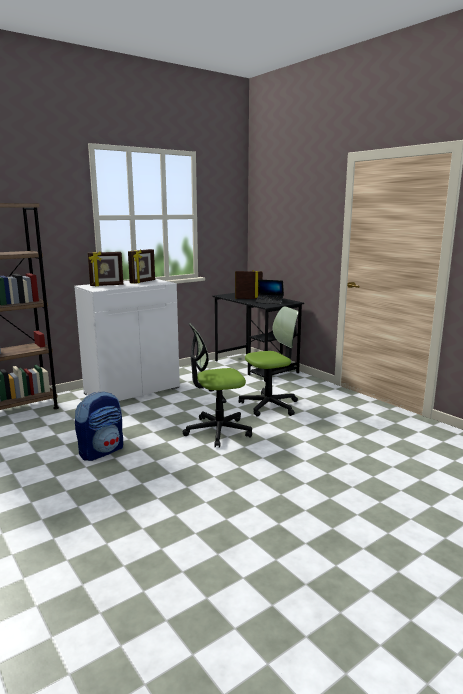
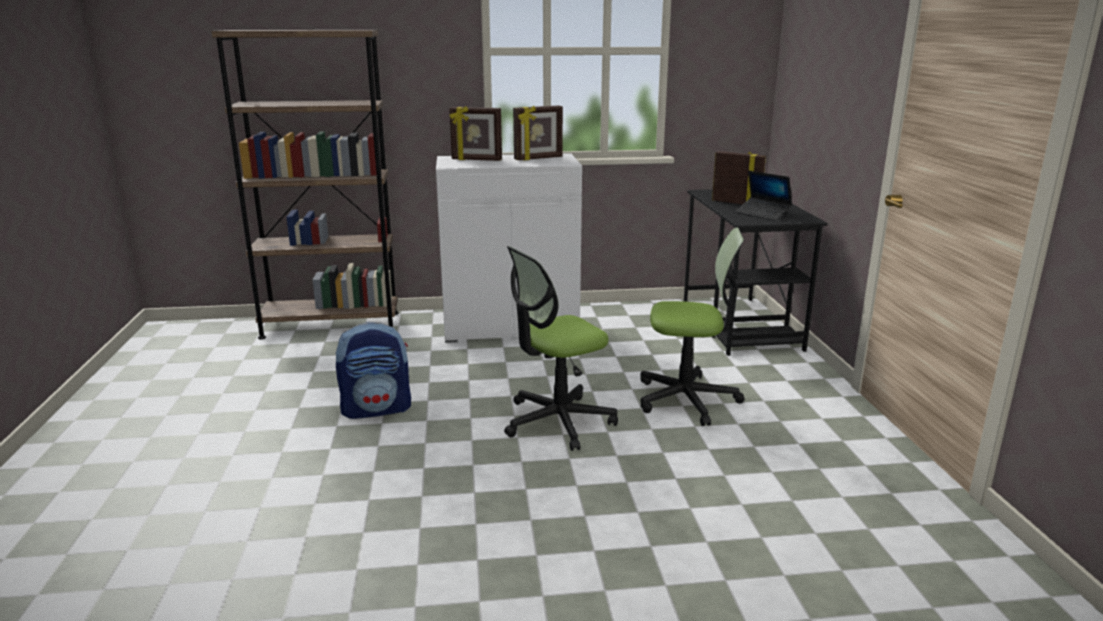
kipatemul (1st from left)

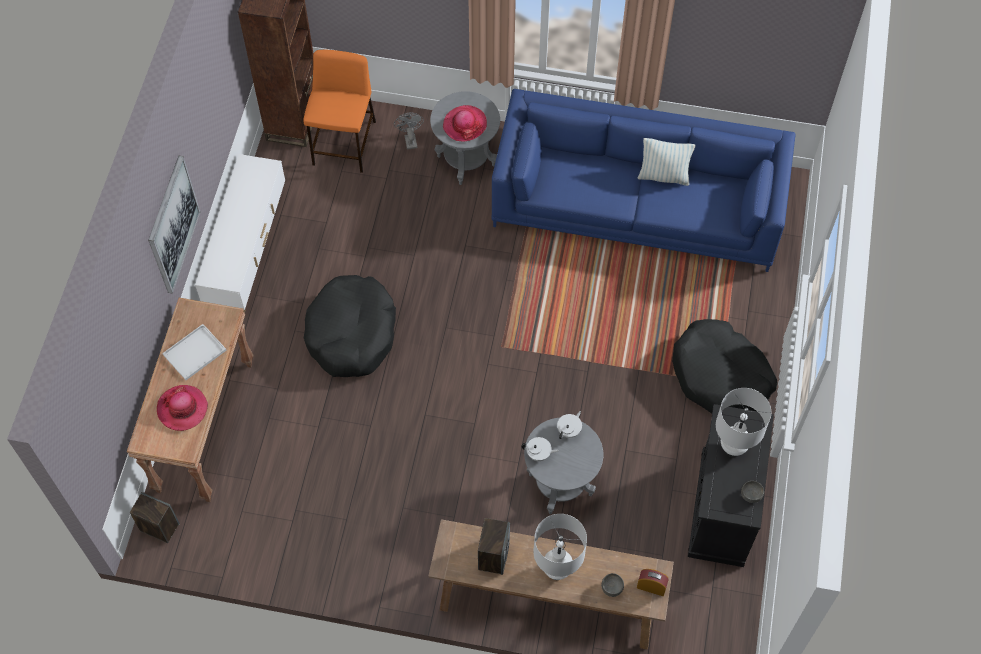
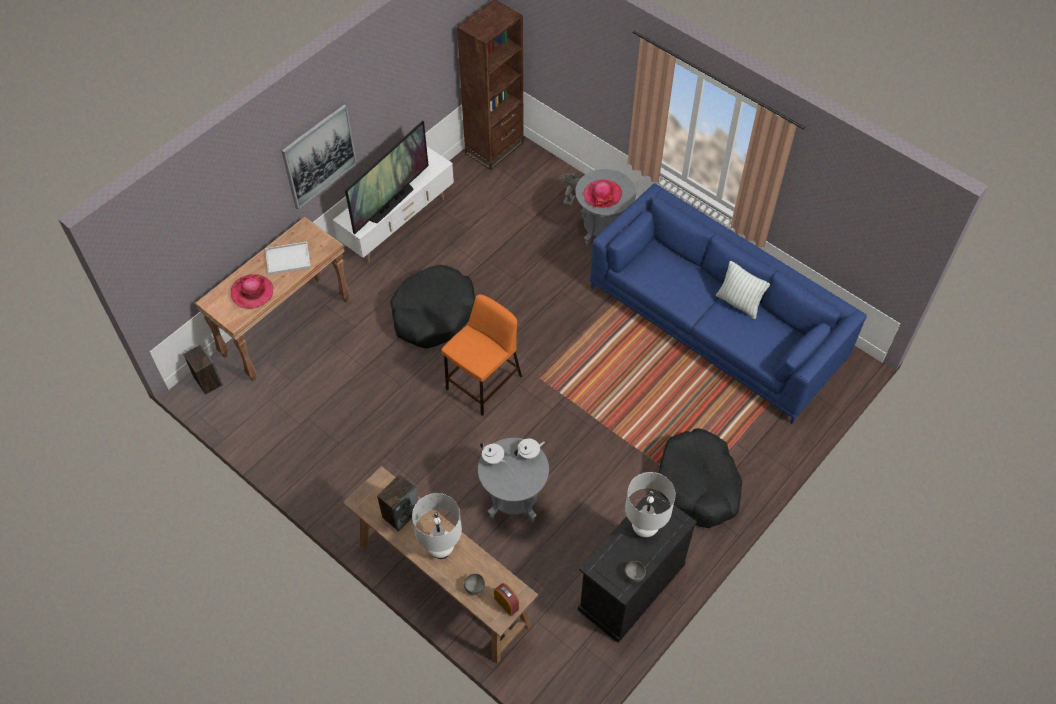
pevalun; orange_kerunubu

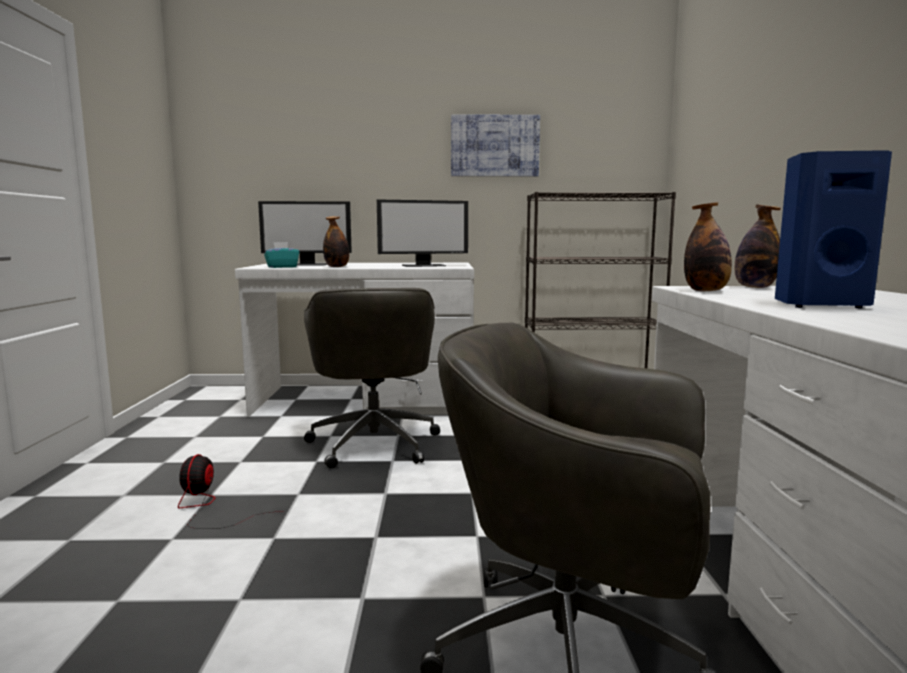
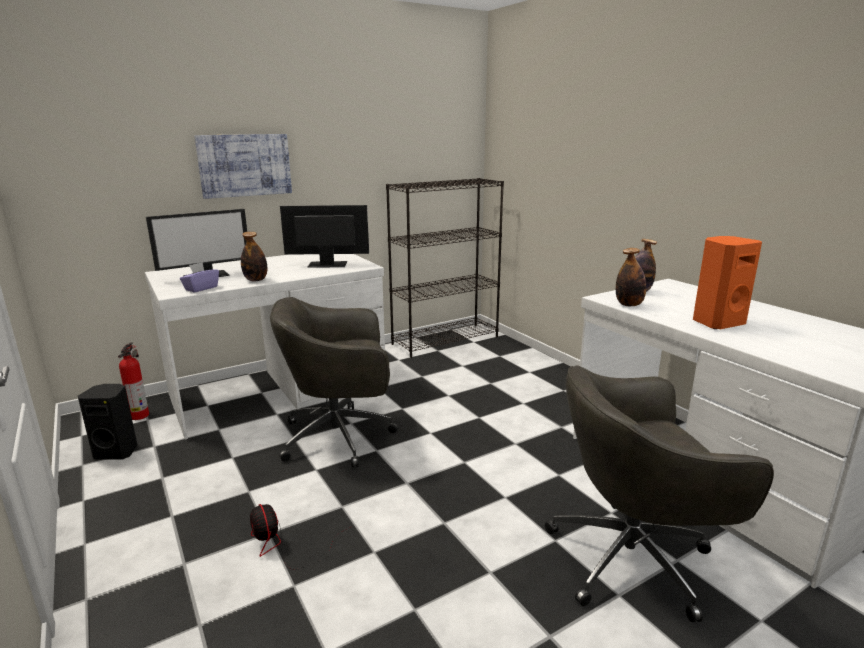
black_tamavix; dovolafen; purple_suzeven; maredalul; grey_kipatemul (1st from left); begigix (2nd from left); orange_tamavix

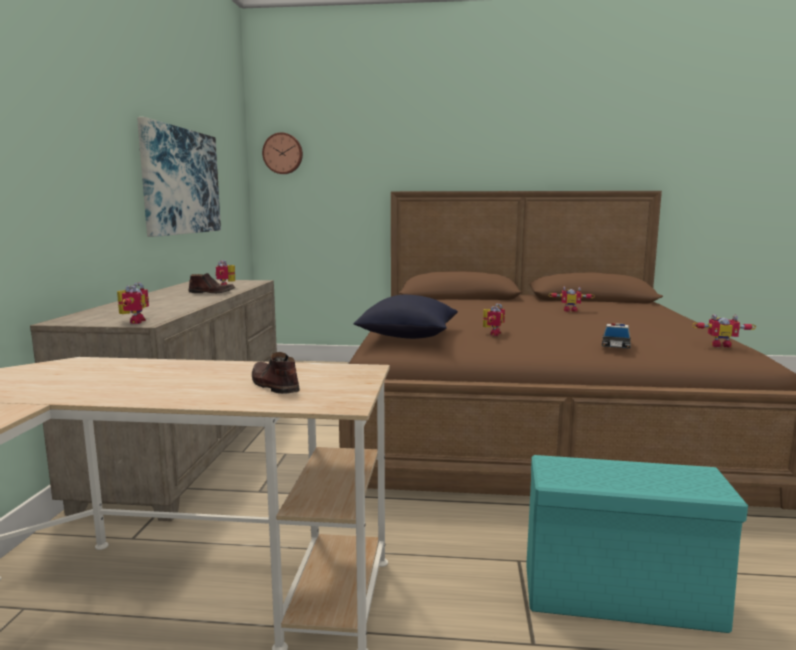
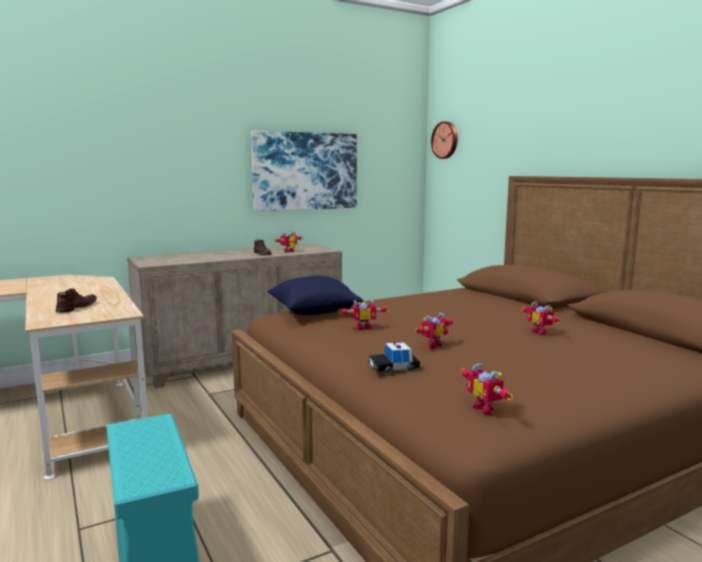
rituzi (3rd from left)

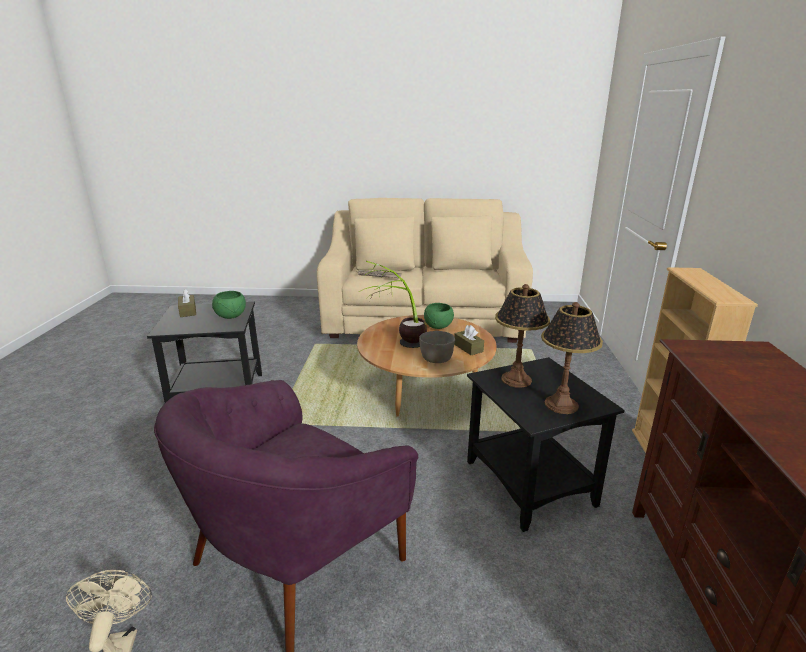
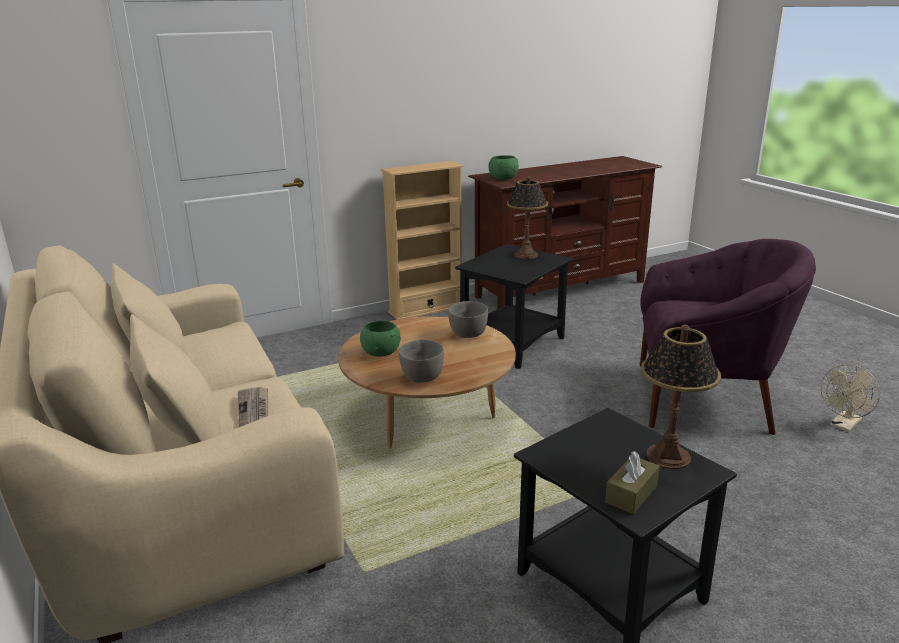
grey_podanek (1st from left); green_podanek (2nd from left); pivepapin (2nd from left); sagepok; brown_suzeven (2nd from left in the first image)

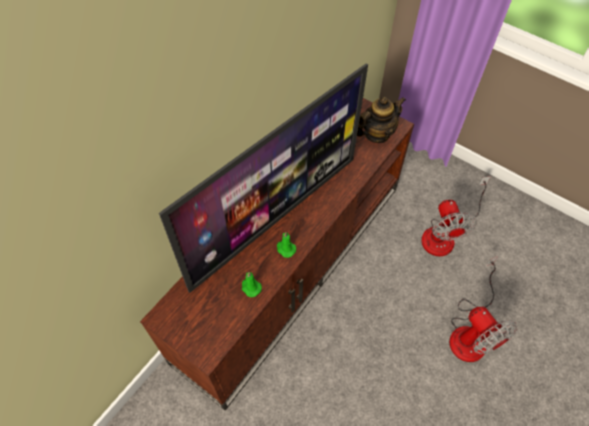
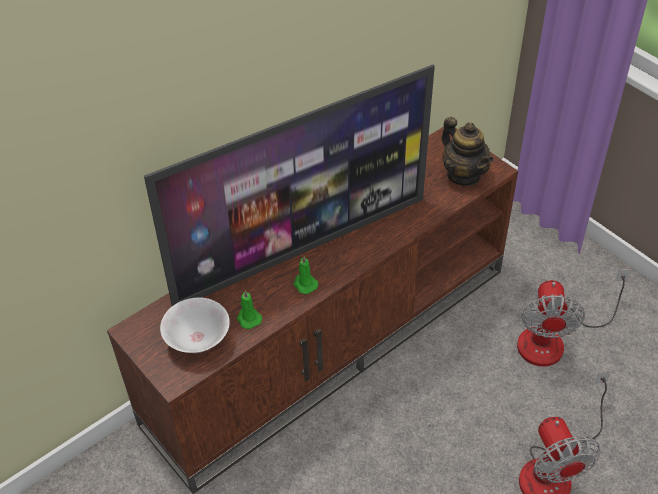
white_podanek; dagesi

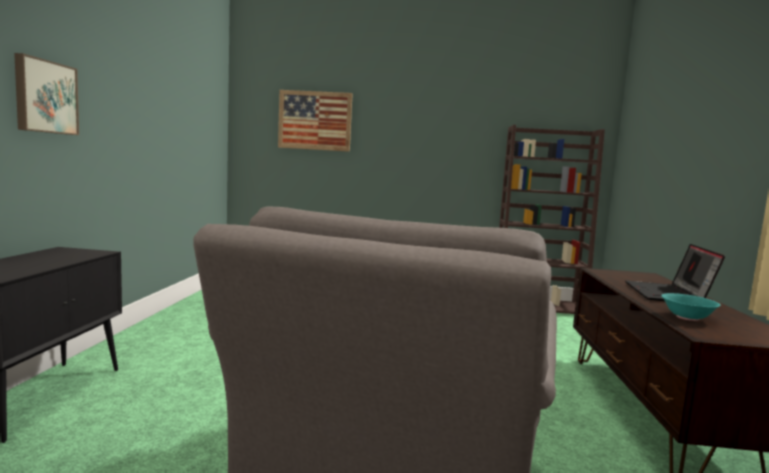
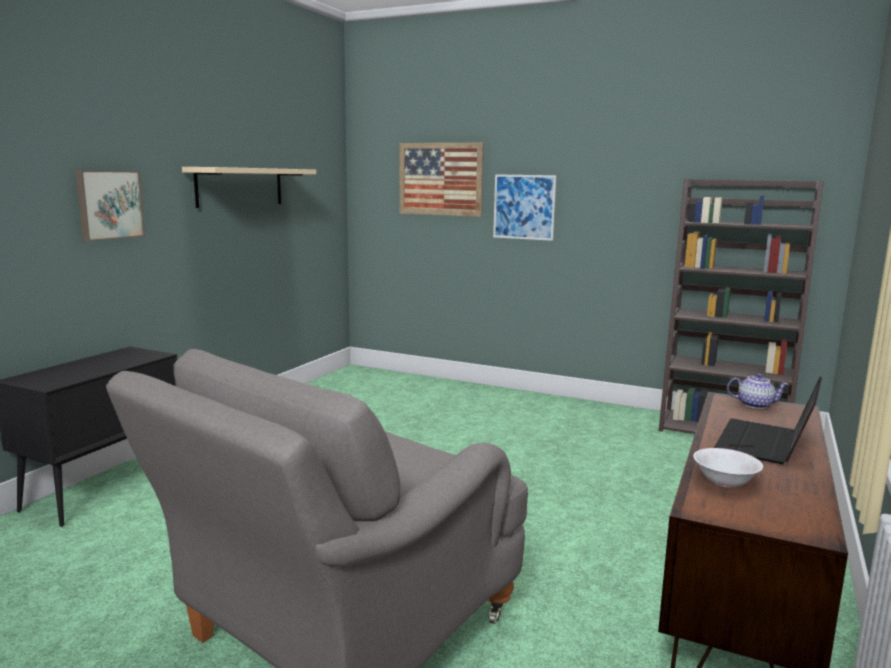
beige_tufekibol; maredalul (3rd from left); white_podanek; dagesi

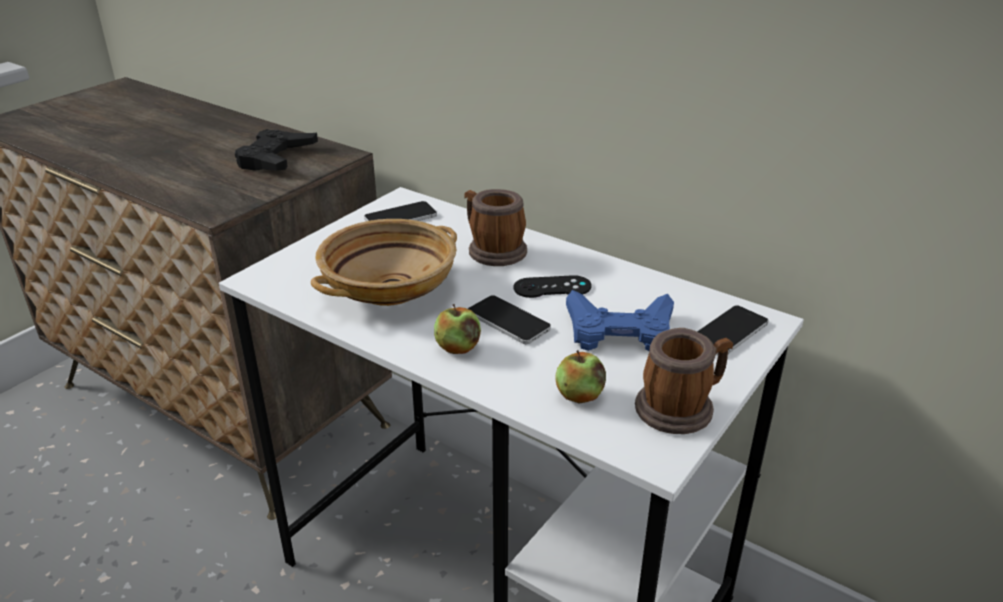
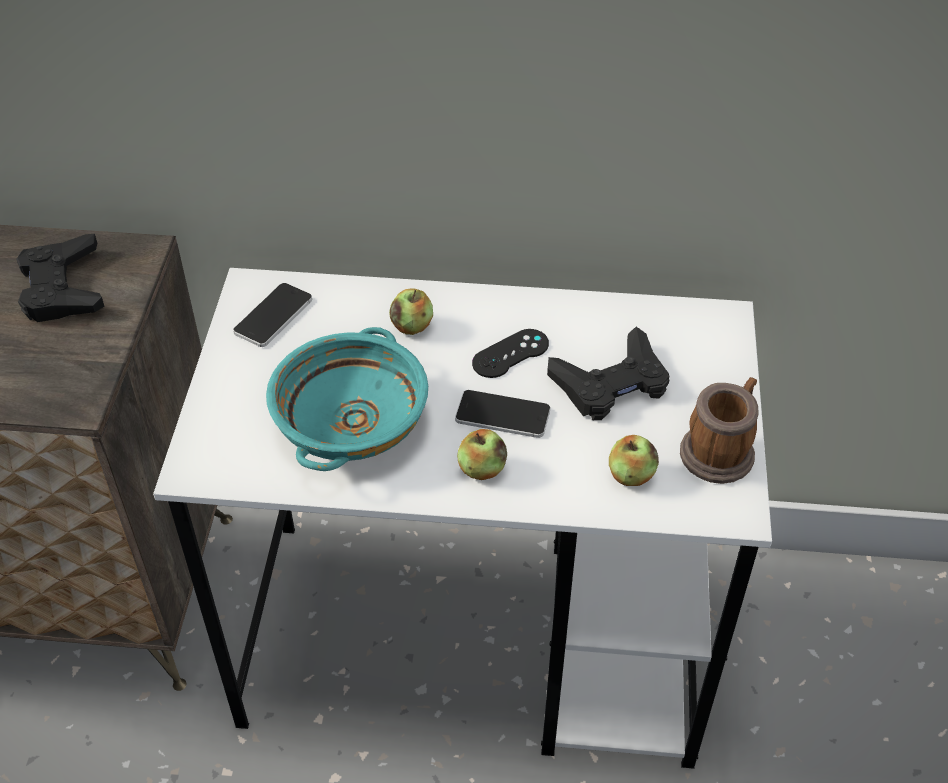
turquoise_podanek; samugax (1st from left); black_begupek (3rd from left); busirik (3rd from left in the first image)

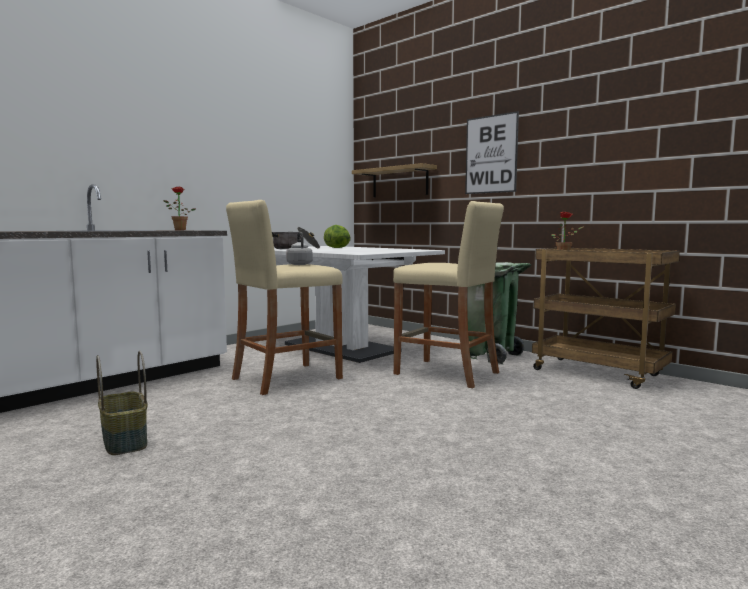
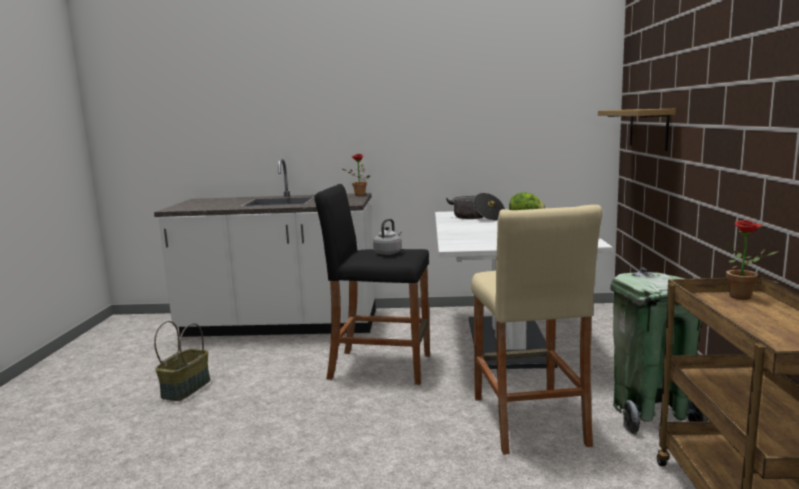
black_kerunubu; maredalul

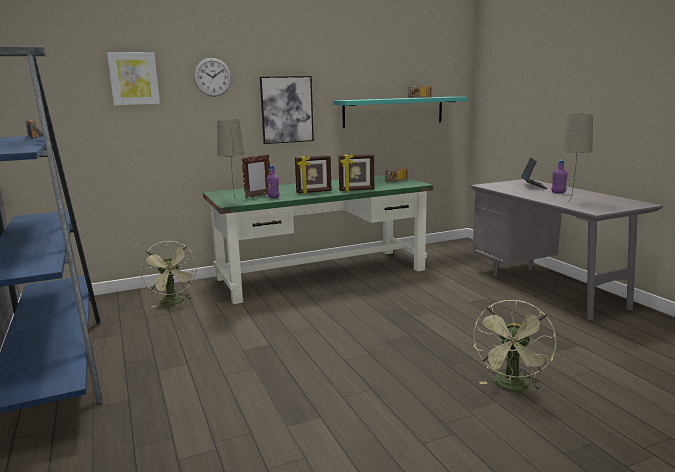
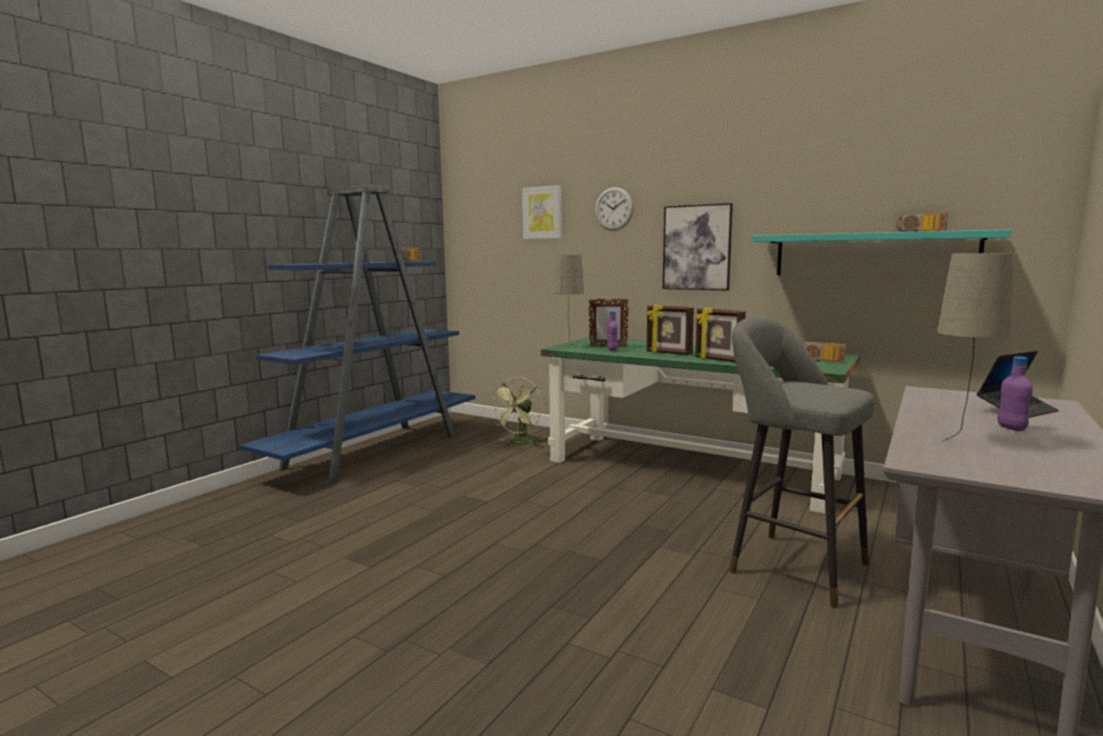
grey_kerunubu; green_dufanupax (2nd from left in the first image)

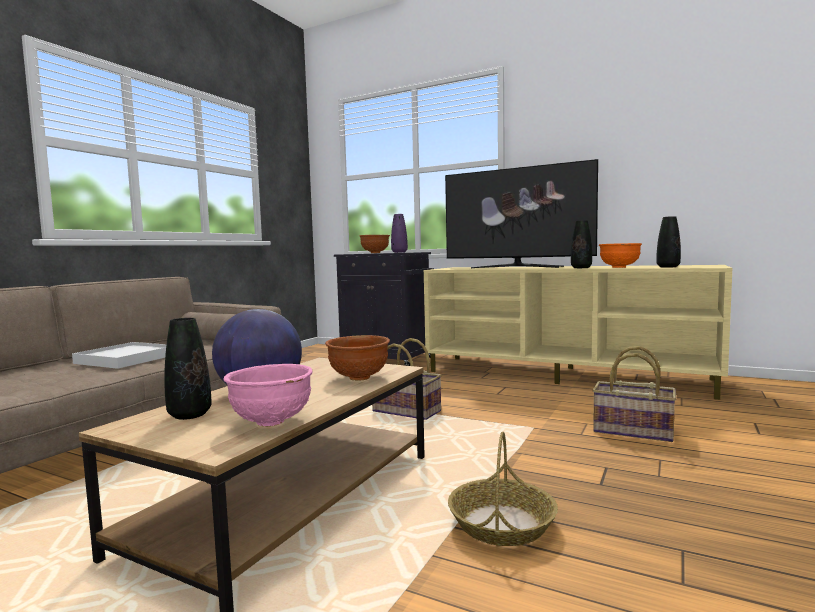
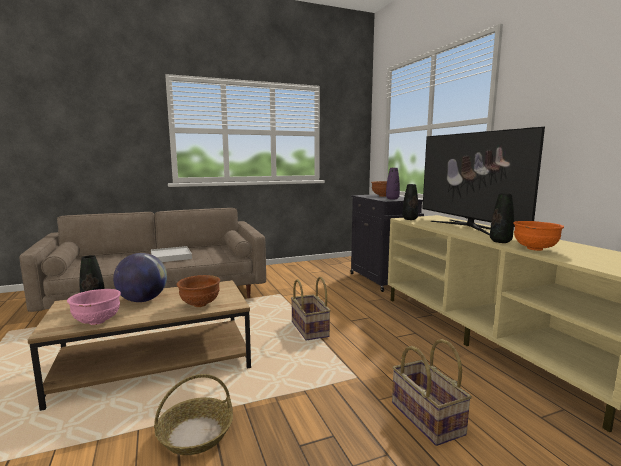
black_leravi (2nd from left)

